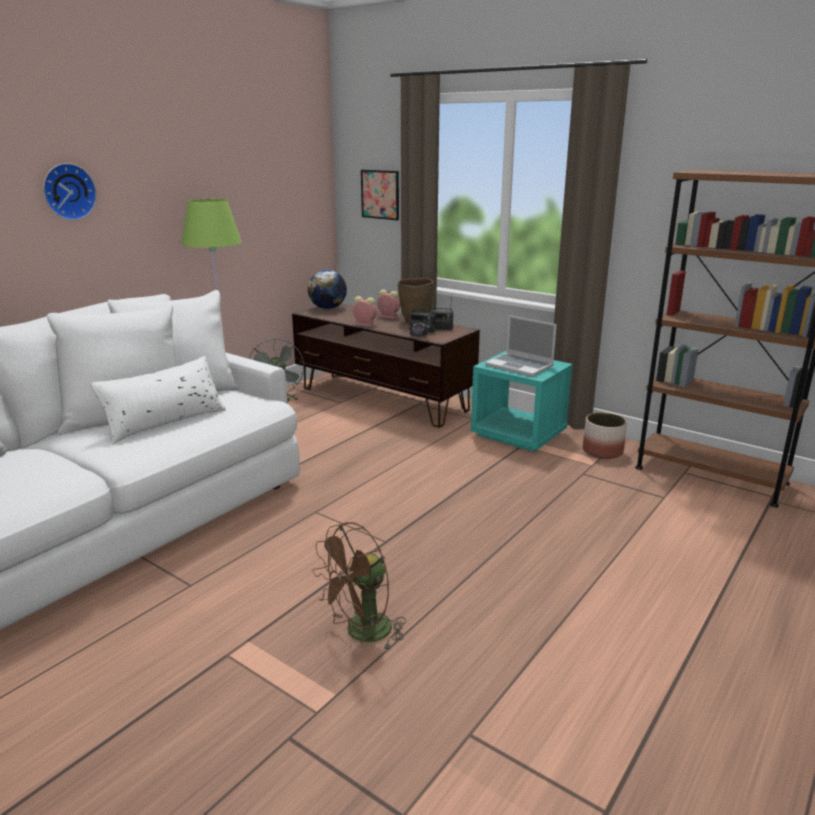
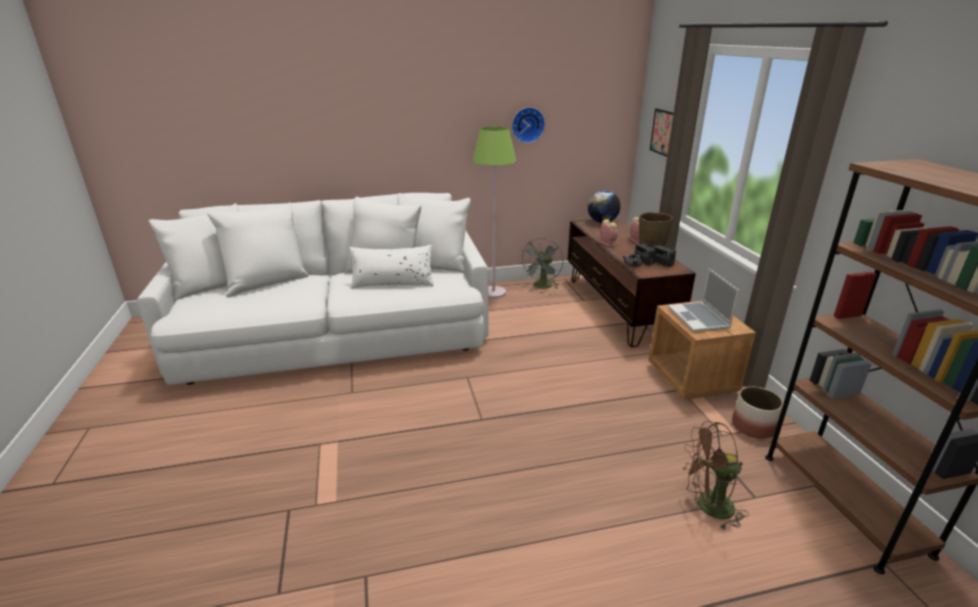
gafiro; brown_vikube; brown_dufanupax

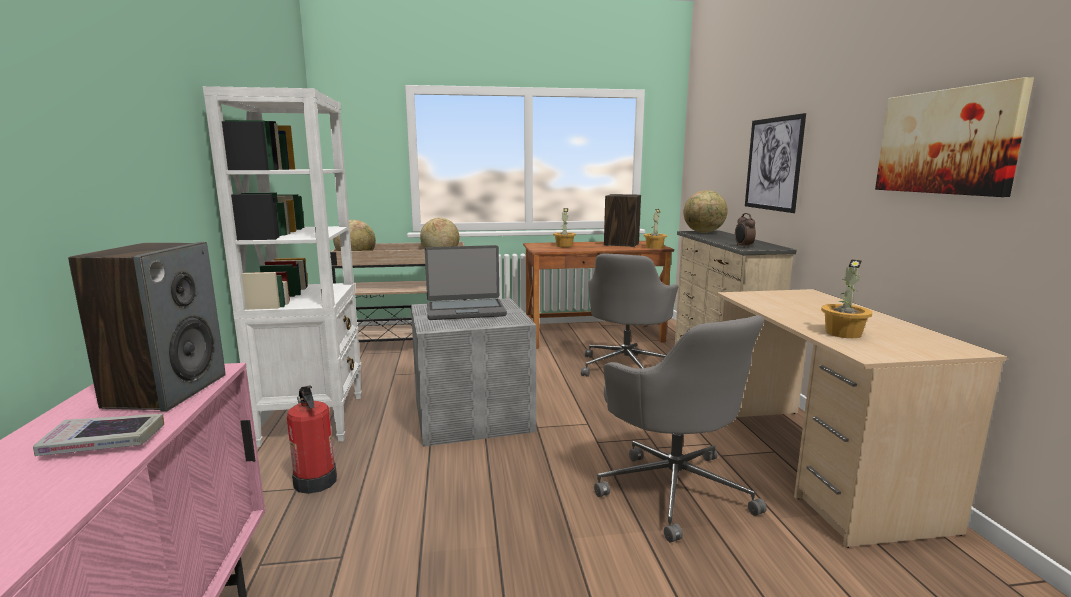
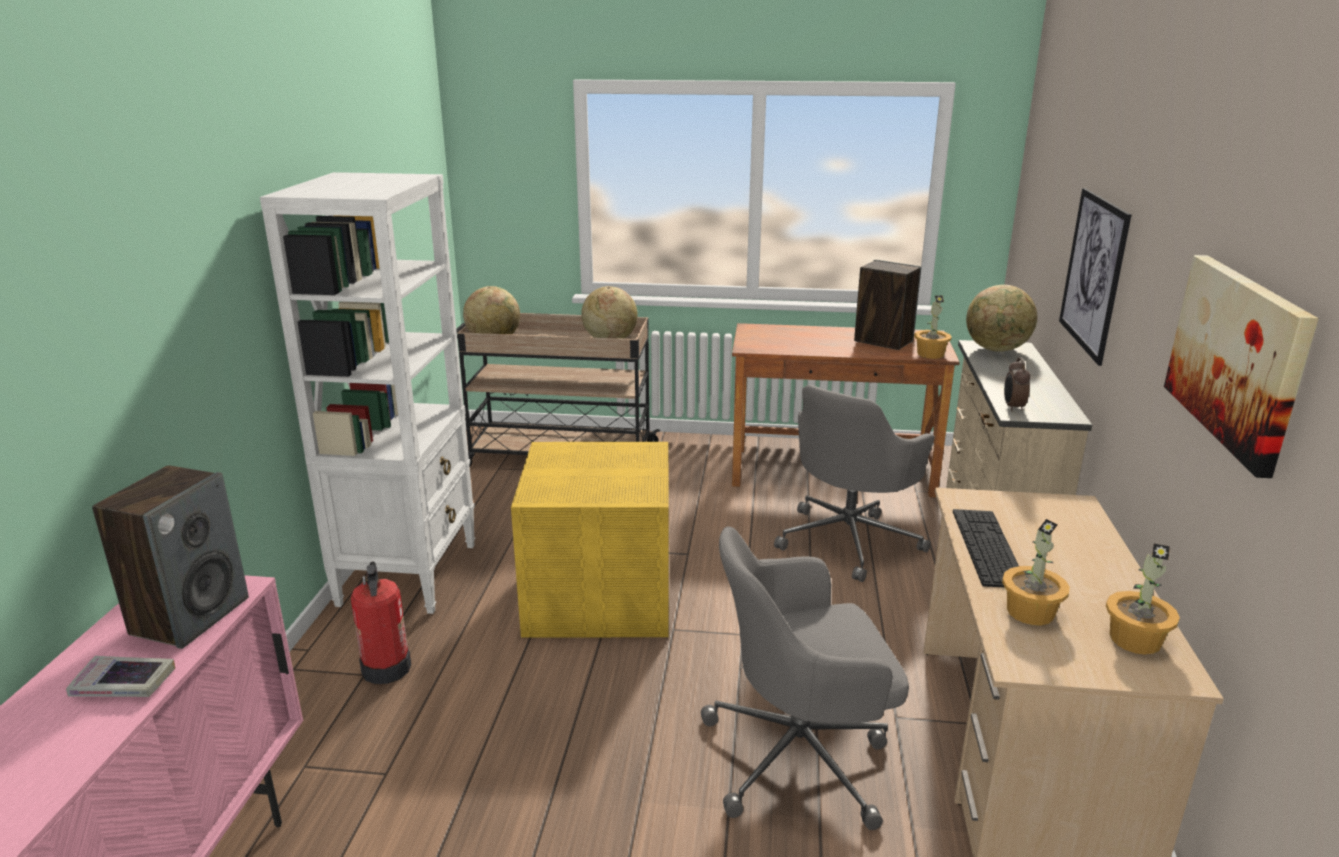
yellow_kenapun; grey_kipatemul (1st from left); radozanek; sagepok (3rd from left); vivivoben

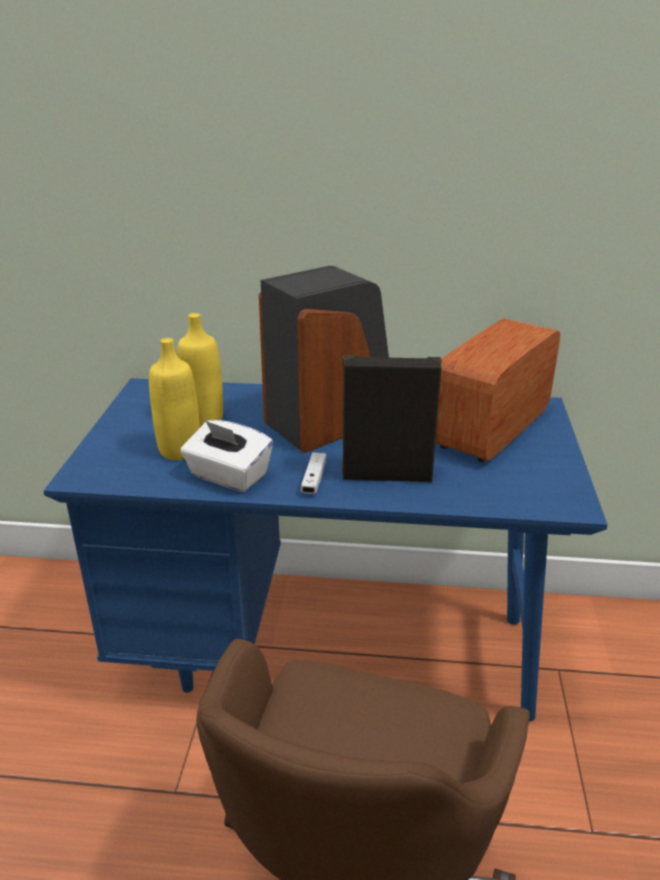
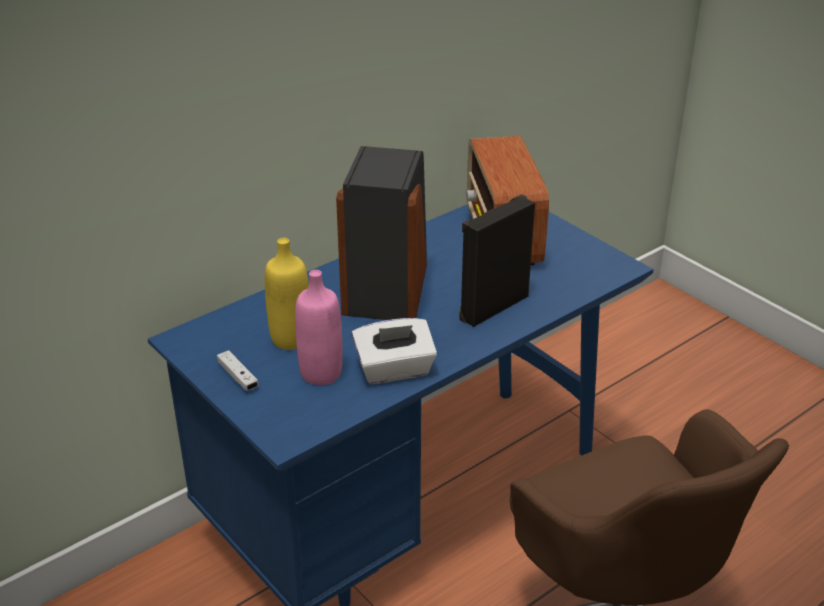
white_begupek; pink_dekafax

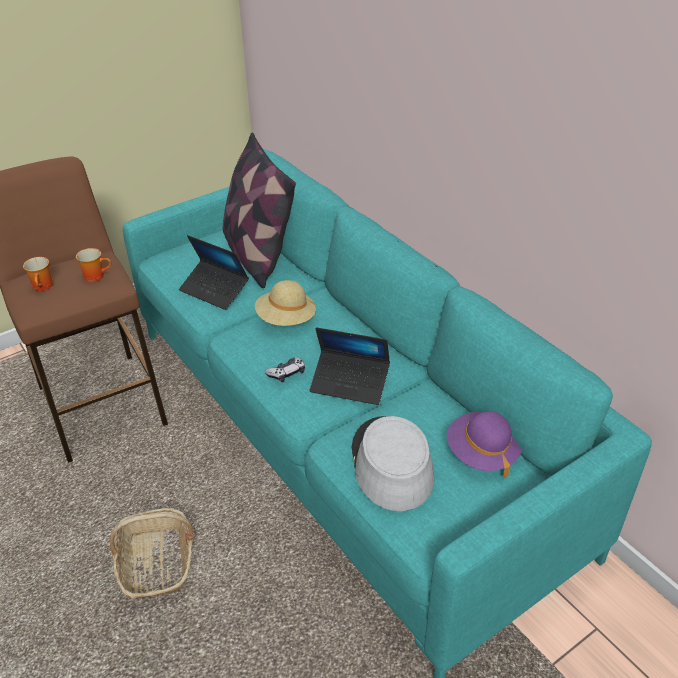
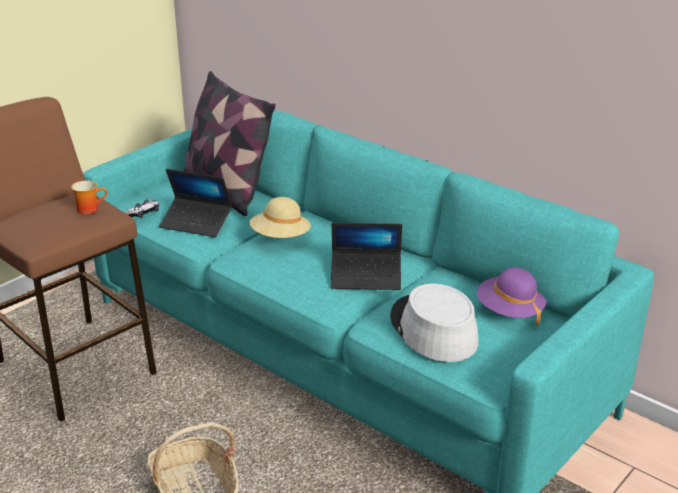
begupek; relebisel (1st from left in the first image)

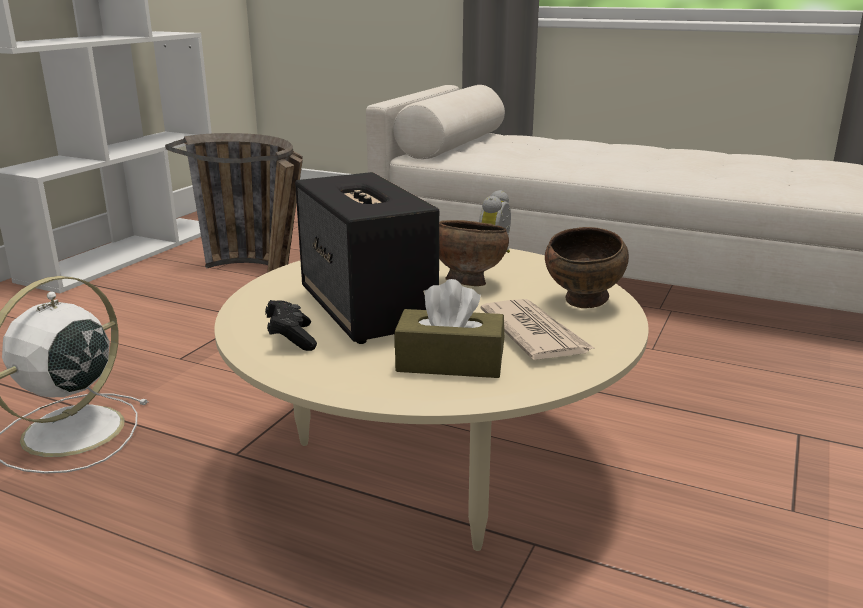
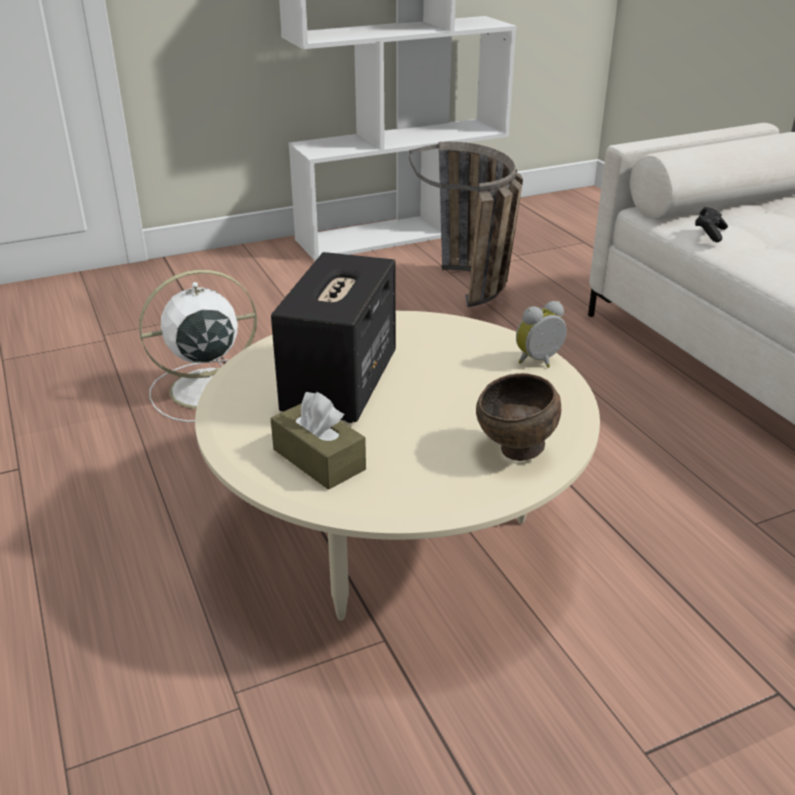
black_begupek; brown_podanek (1st from left in the first image); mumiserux

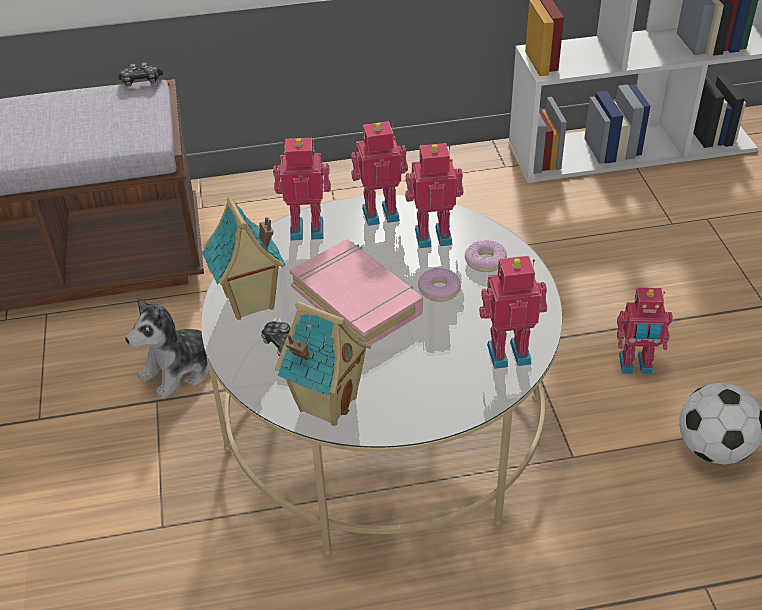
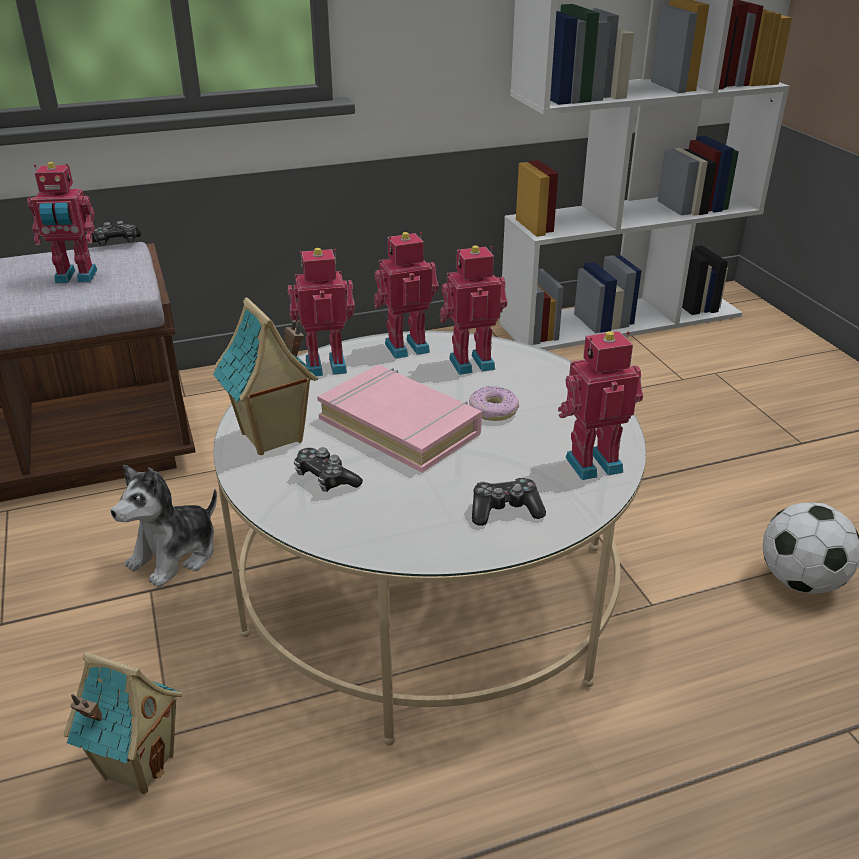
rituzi (1st from left); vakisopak (1st from left); begupek (3rd from left); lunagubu (2nd from left in the first image)

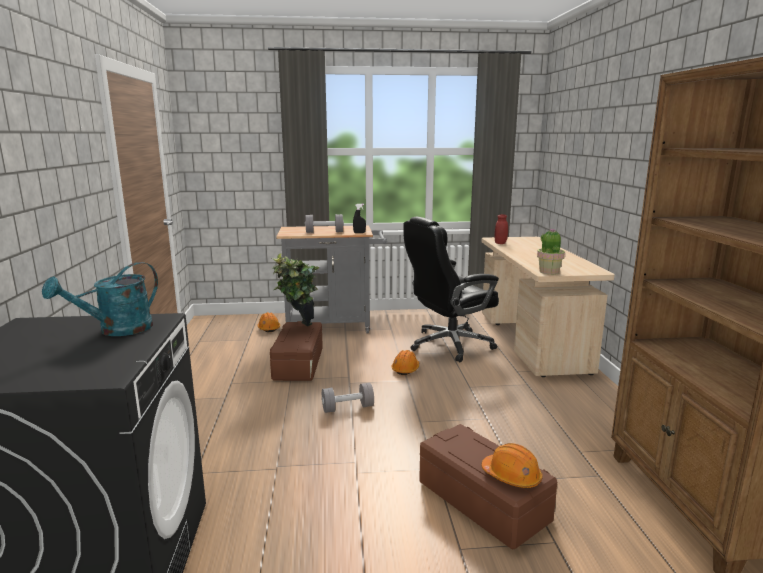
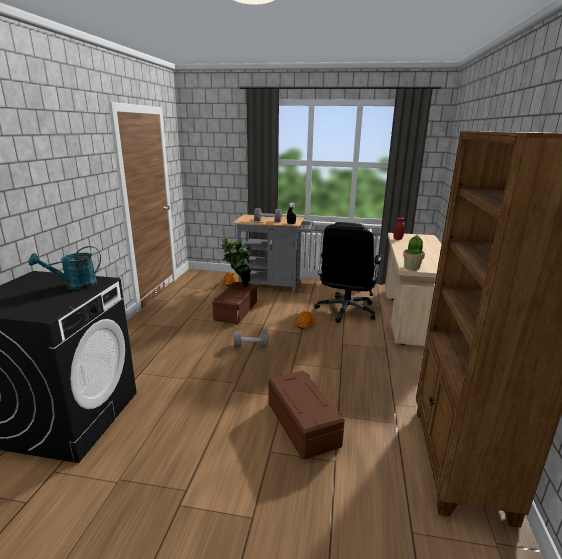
black_kipatemul; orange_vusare (3rd from left in the first image)

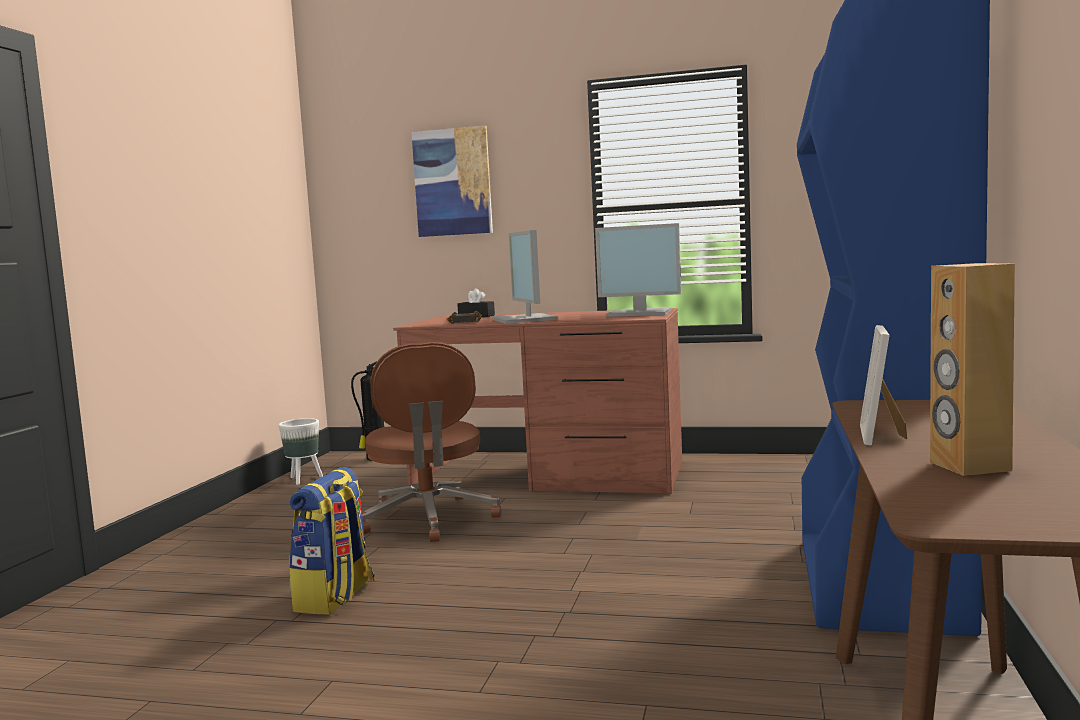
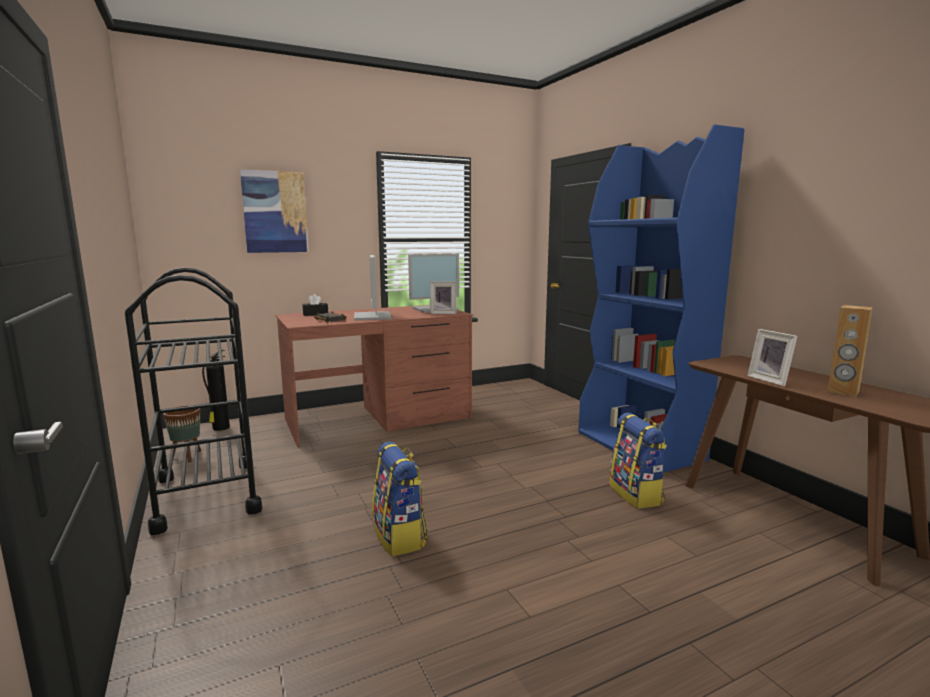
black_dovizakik; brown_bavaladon; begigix (1st from left); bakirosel (1st from left); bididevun (2nd from left); brown_kipatemul

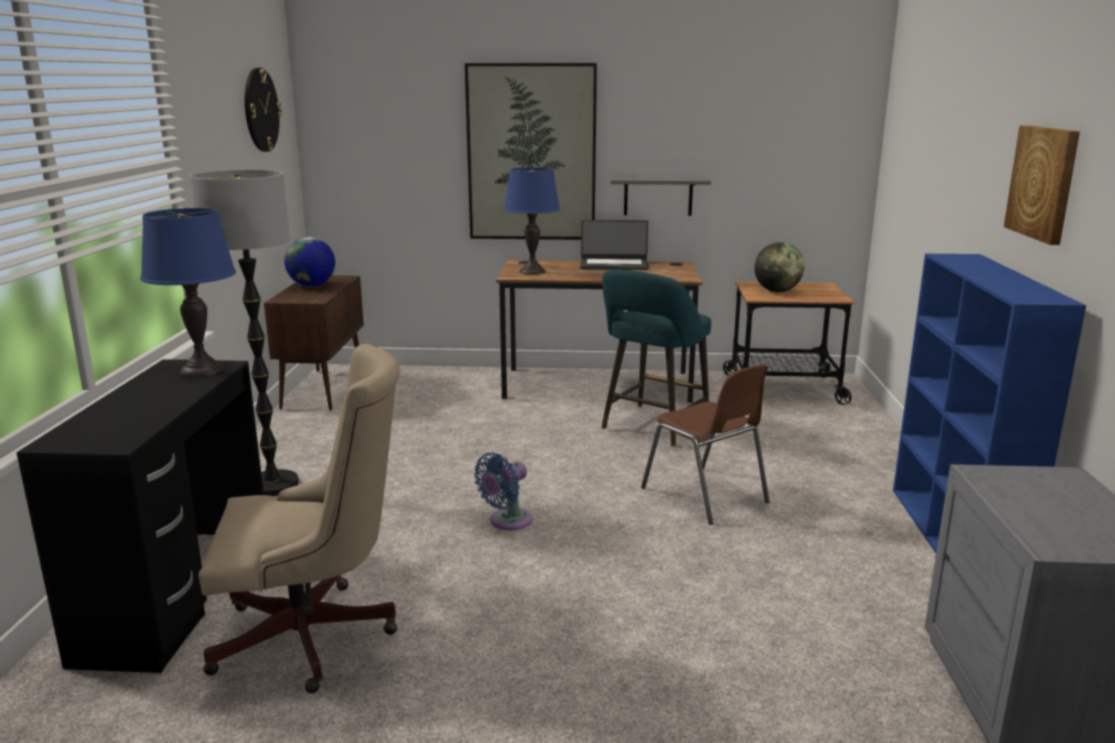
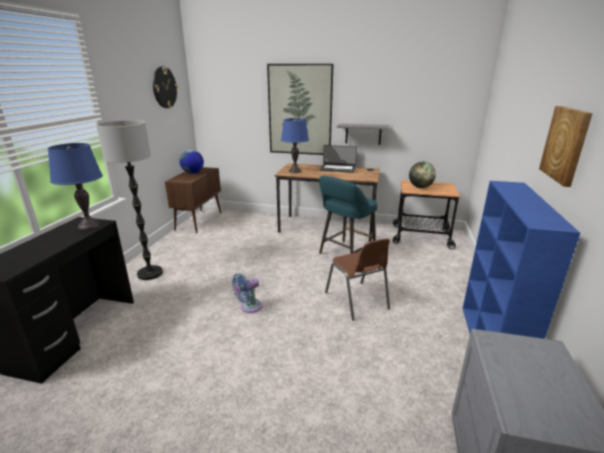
beige_kipatemul

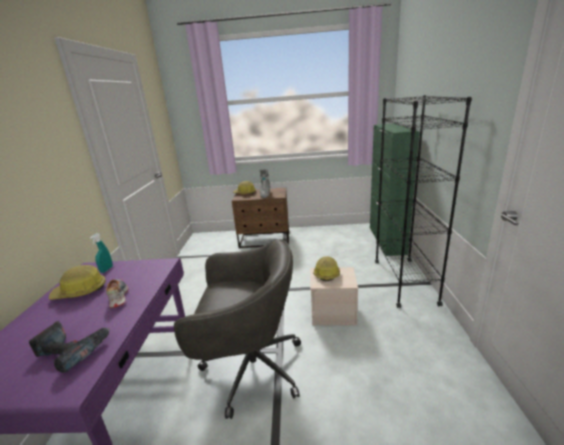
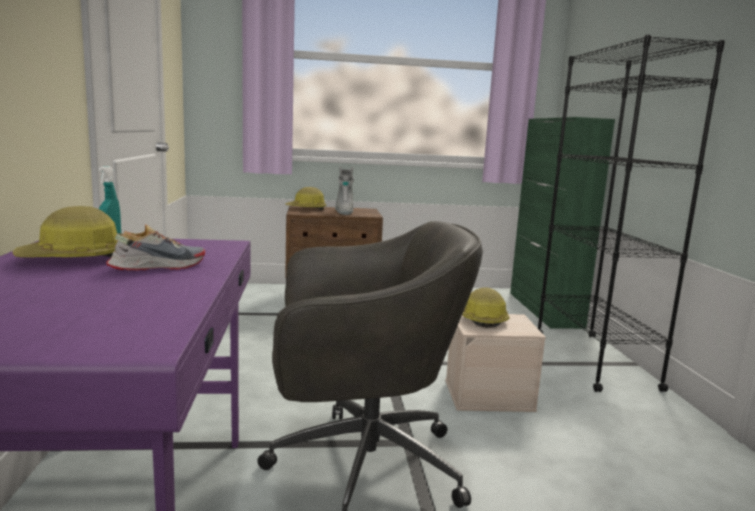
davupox; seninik

